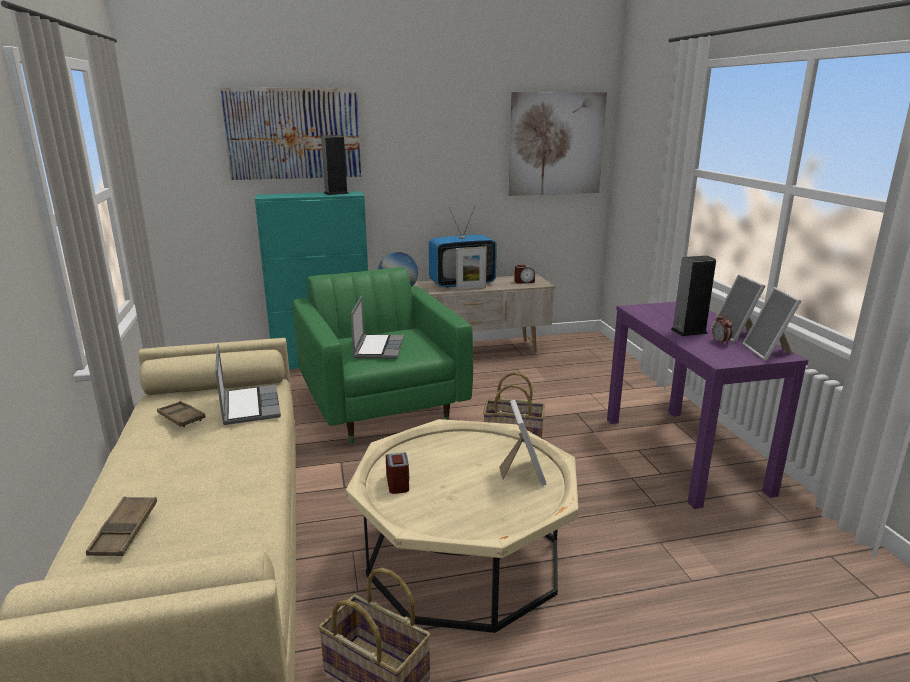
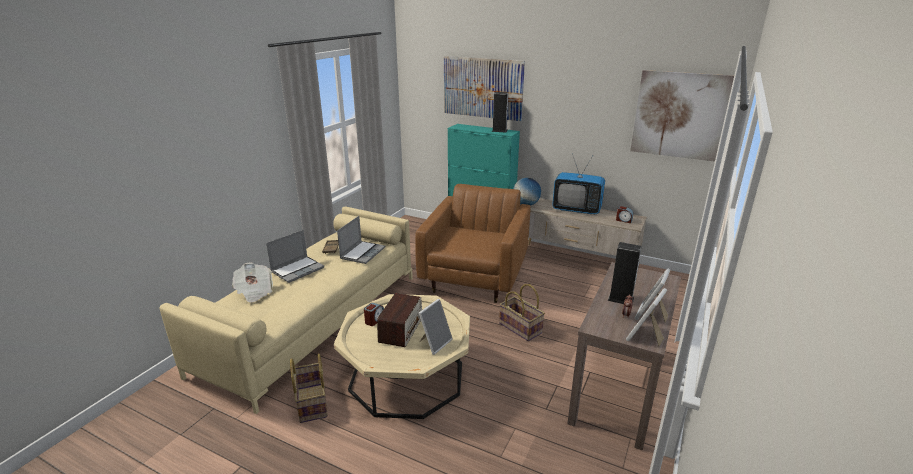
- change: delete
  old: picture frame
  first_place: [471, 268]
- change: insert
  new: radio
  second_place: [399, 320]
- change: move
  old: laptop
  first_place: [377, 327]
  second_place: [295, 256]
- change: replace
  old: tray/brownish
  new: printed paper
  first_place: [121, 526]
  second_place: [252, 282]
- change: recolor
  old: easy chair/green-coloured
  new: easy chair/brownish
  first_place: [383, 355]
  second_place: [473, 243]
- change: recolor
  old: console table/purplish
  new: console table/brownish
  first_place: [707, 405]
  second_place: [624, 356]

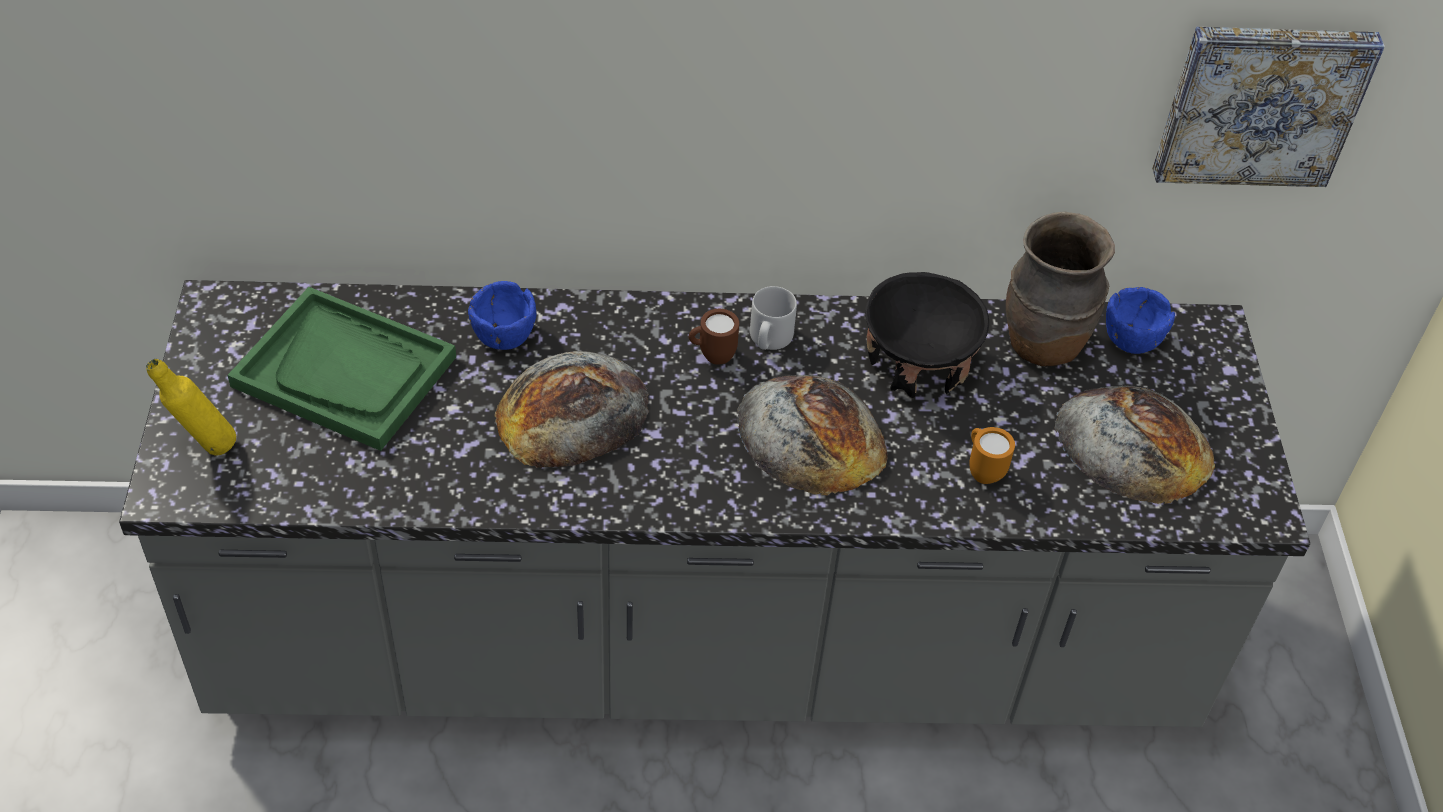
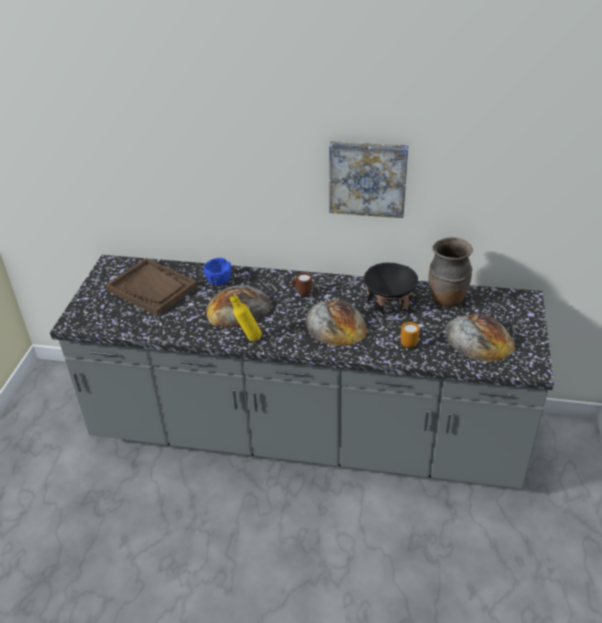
- change: delete
  old: mug/grey
  first_place: [773, 318]
- change: delete
  old: deep dish/blue
  first_place: [1140, 320]
- change: move
  old: bottle/yellow-coloured
  first_place: [191, 407]
  second_place: [246, 317]
- change: move
  old: picture
  first_place: [1268, 107]
  second_place: [369, 179]
- change: recolor
  old: tray/green-coloured
  new: tray/brownish
  first_place: [341, 369]
  second_place: [152, 287]

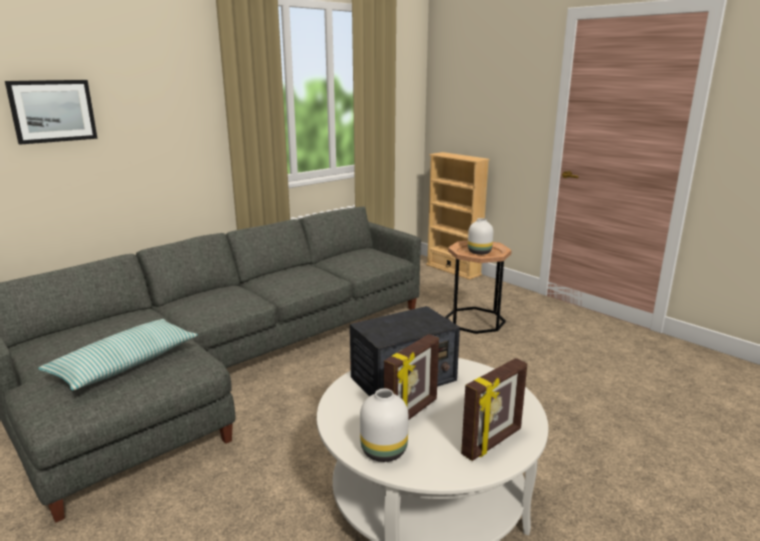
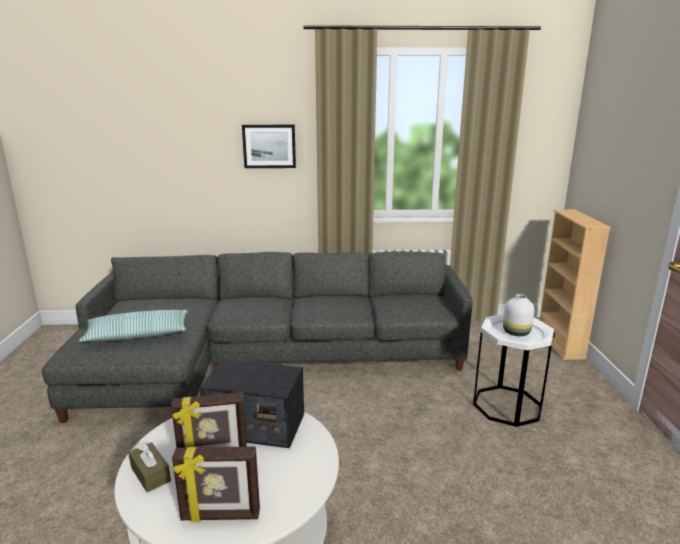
- change: move
  old: picture
  first_place: [51, 112]
  second_place: [269, 146]
- change: replace
  old: decorative vase/white-coloured
  new: tissue box/brownish
  first_place: [384, 425]
  second_place: [150, 467]
- change: recolor
  old: accent table/brownish
  new: accent table/white-coloured
  first_place: [478, 287]
  second_place: [513, 370]

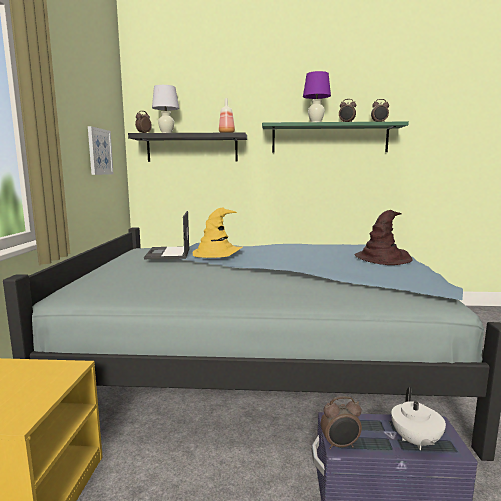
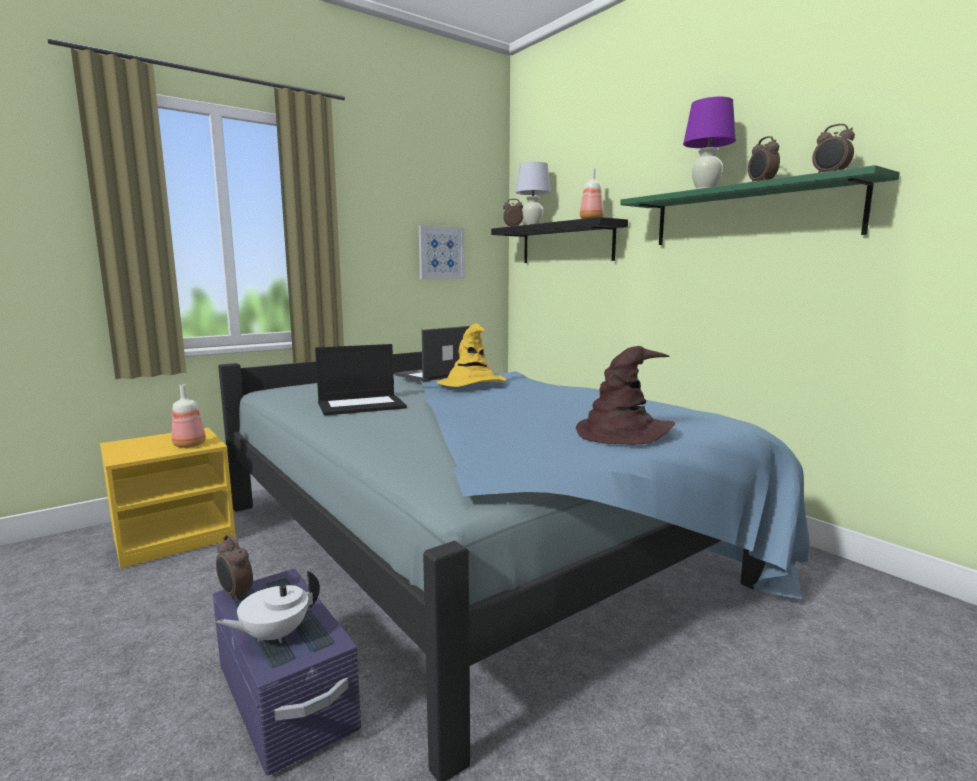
- change: insert
  new: bottle
  second_place: [189, 416]
- change: insert
  new: laptop
  second_place: [361, 380]

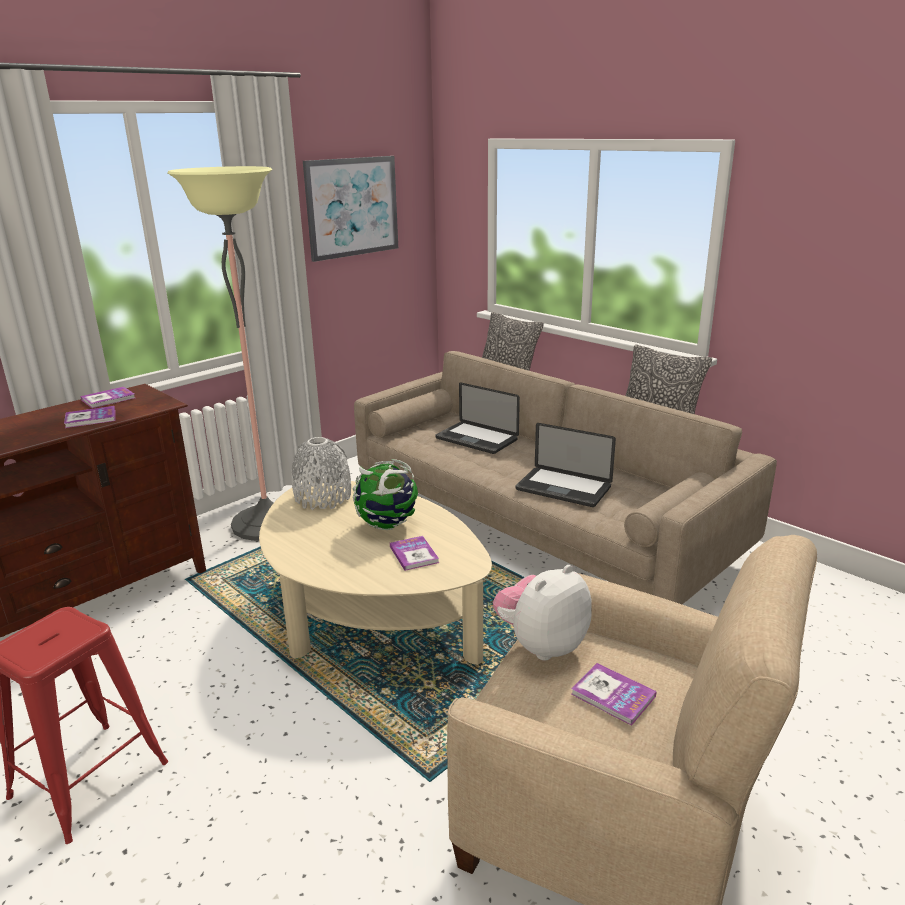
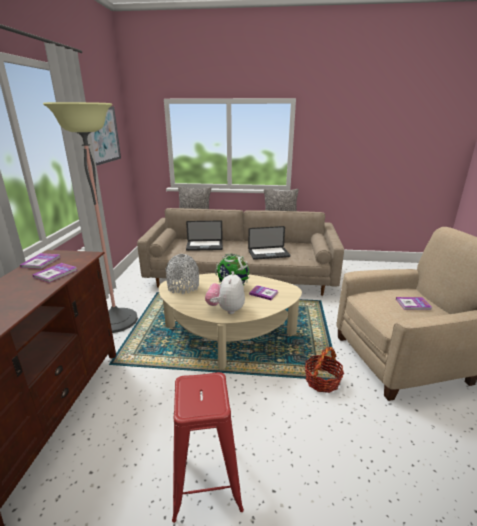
- change: insert
  new: basket
  second_place: [324, 370]
- change: move
  old: plush toy
  first_place: [542, 612]
  second_place: [225, 293]

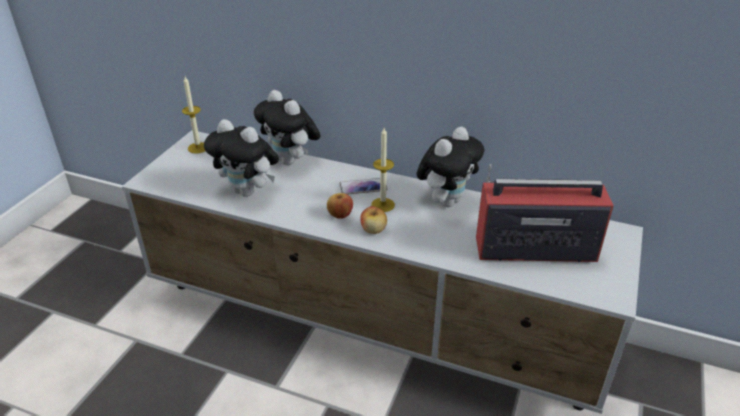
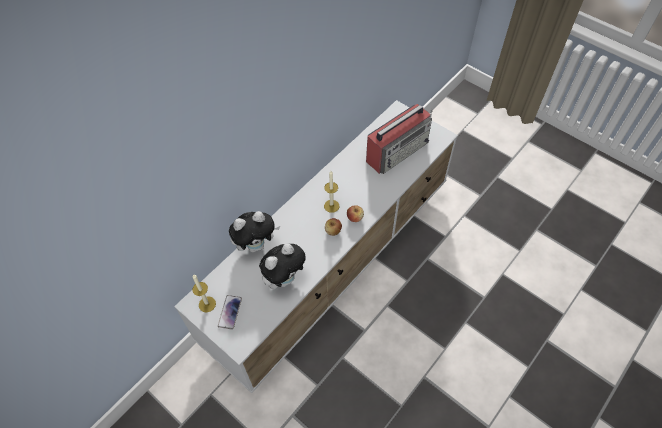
- change: delete
  old: plush toy
  first_place: [450, 167]
- change: move
  old: telephone
  first_place: [363, 186]
  second_place: [230, 312]
- change: rotate
  old: radio
  first_place: [545, 213]
  second_place: [399, 139]
  degrees: -150

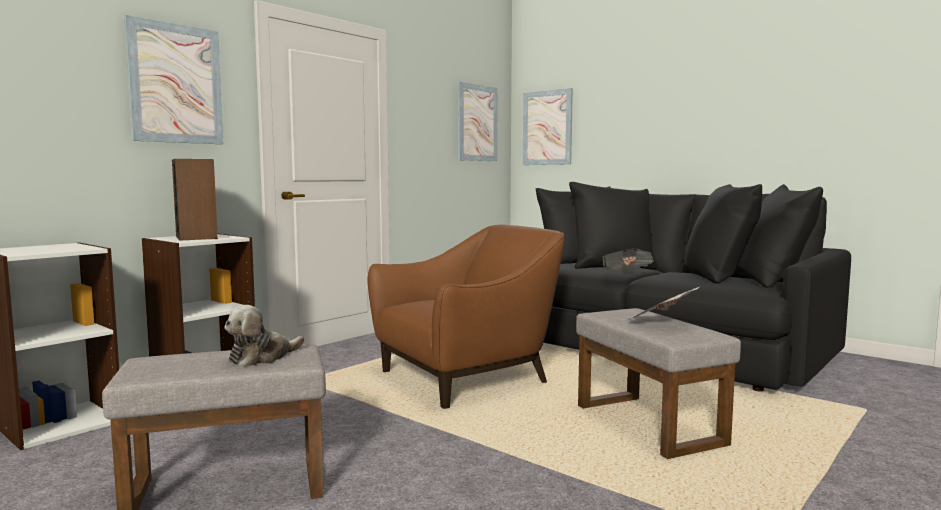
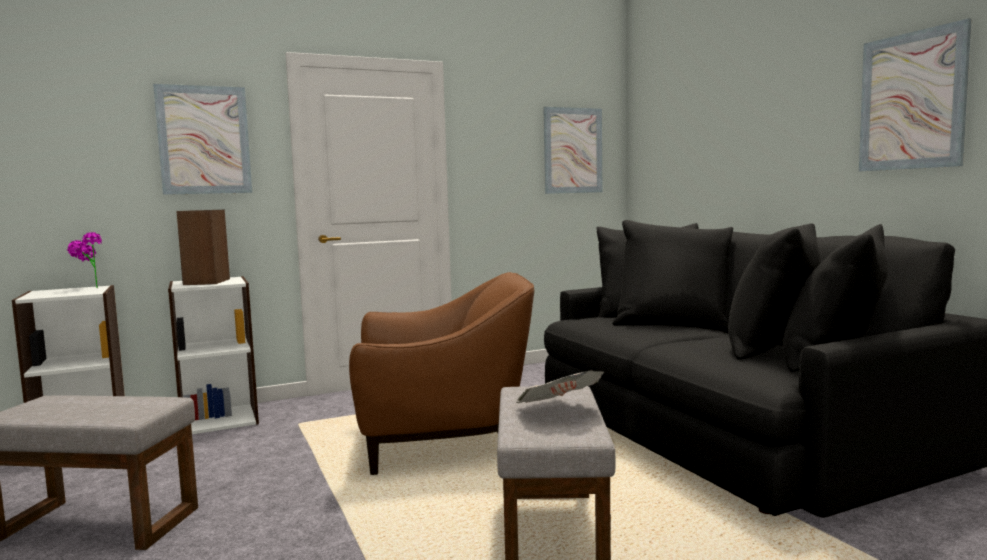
- change: delete
  old: plush toy
  first_place: [264, 336]
- change: delete
  old: printed paper
  first_place: [628, 260]
- change: insert
  new: plant in a pot
  second_place: [84, 260]
- change: move
  old: picture
  first_place: [548, 126]
  second_place: [915, 94]

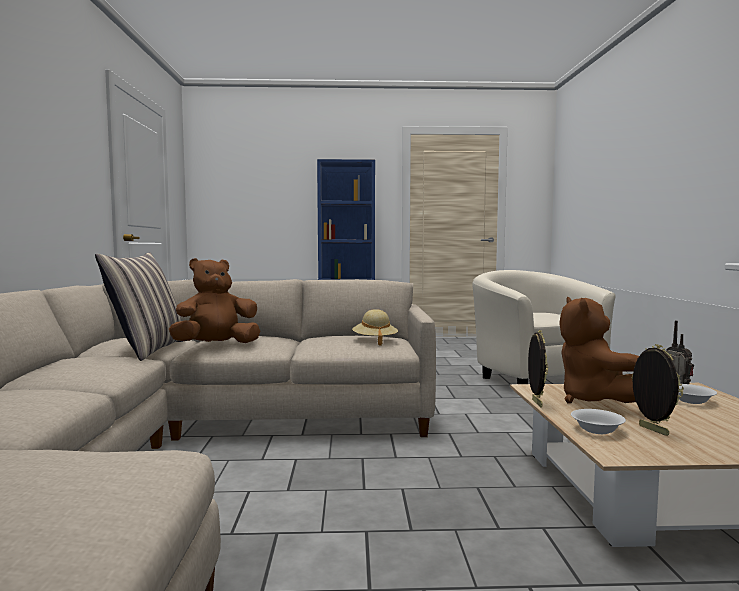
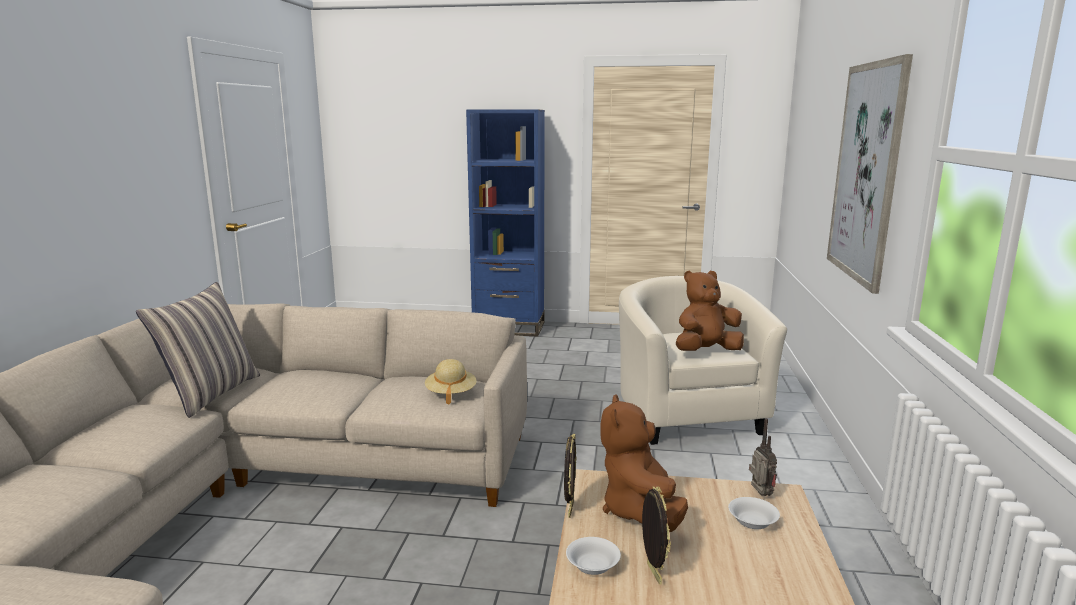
- change: insert
  new: picture
  second_place: [870, 174]
- change: move
  old: plush toy/brownish
  first_place: [214, 300]
  second_place: [710, 311]

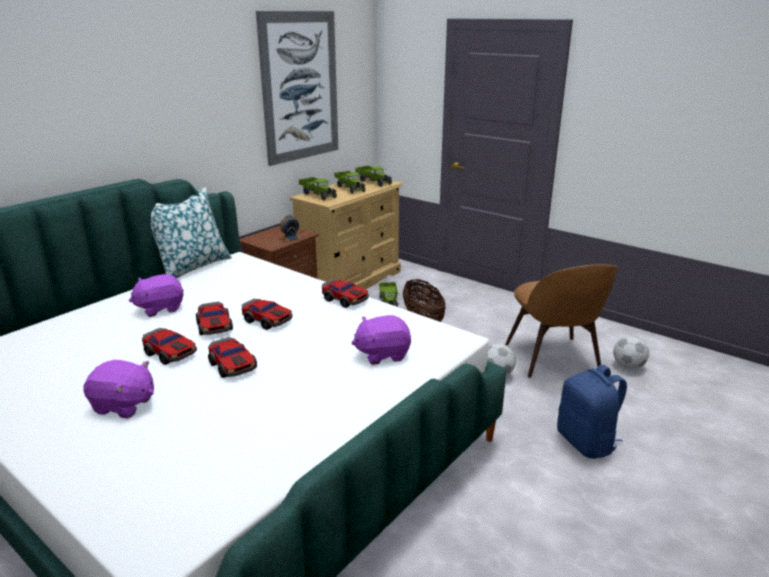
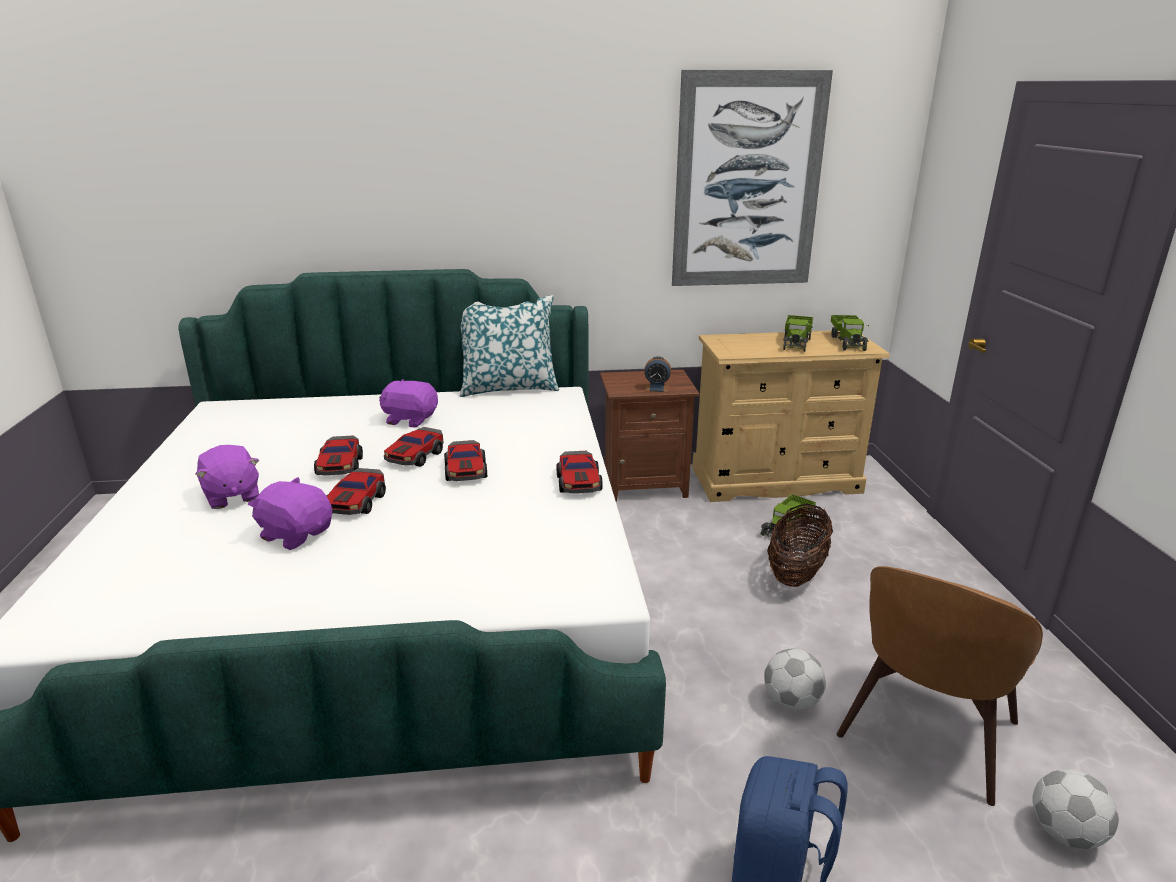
- change: delete
  old: model truck
  first_place: [318, 189]
- change: move
  old: plush toy/purplish
  first_place: [381, 340]
  second_place: [290, 513]

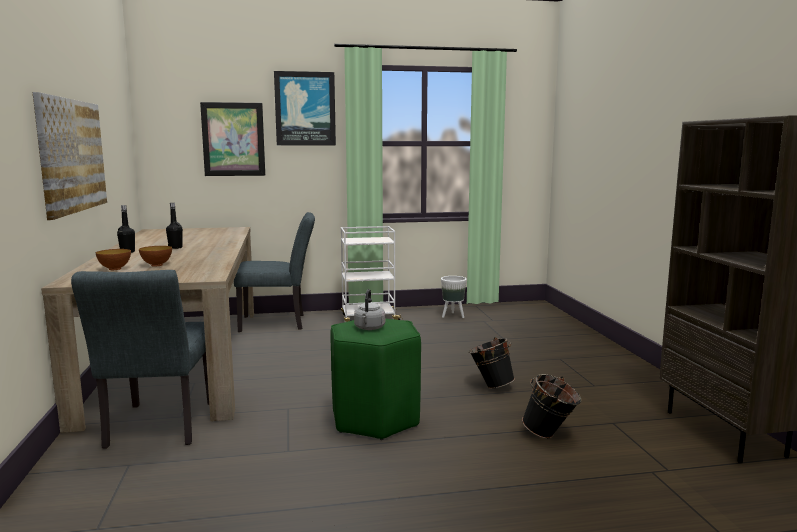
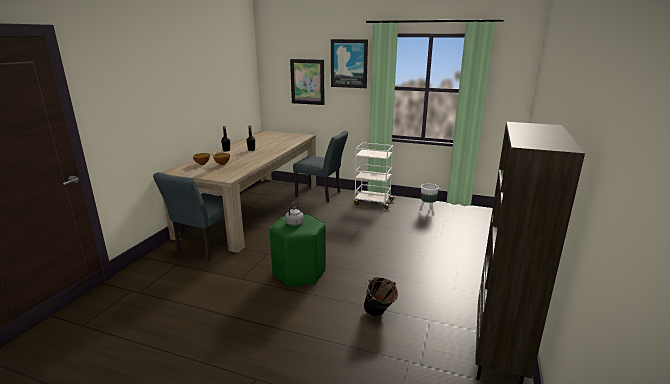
- change: delete
  old: picture
  first_place: [70, 156]
- change: delete
  old: pail/black
  first_place: [492, 363]

